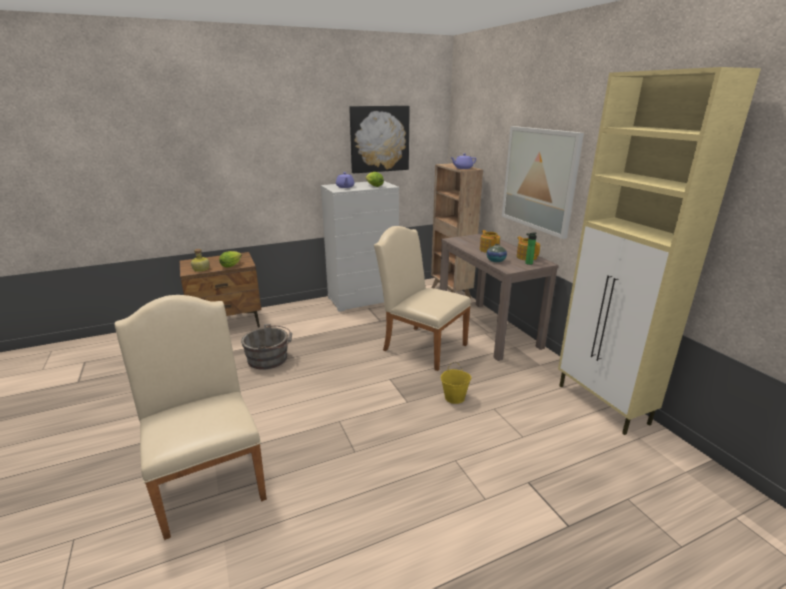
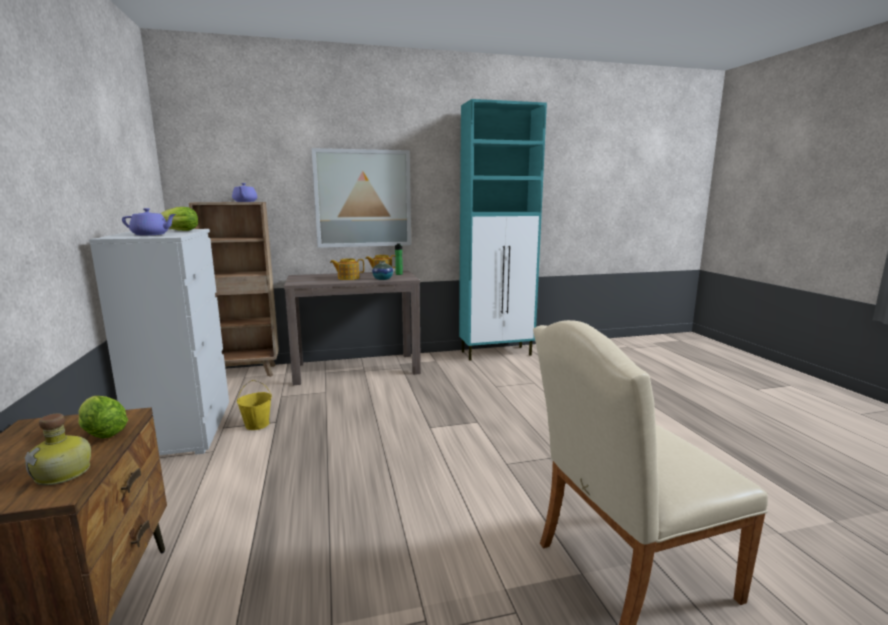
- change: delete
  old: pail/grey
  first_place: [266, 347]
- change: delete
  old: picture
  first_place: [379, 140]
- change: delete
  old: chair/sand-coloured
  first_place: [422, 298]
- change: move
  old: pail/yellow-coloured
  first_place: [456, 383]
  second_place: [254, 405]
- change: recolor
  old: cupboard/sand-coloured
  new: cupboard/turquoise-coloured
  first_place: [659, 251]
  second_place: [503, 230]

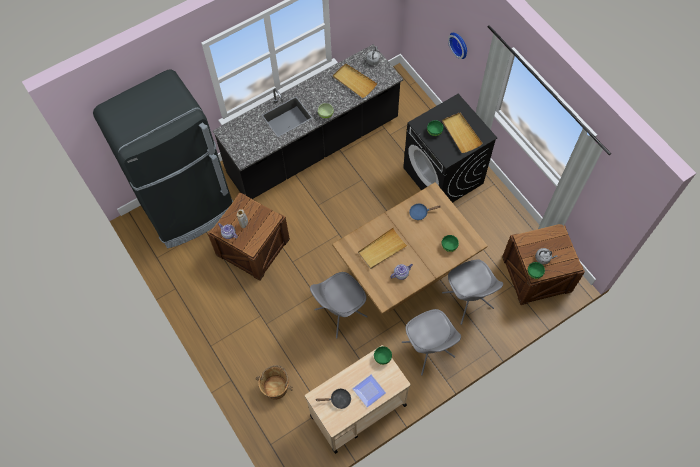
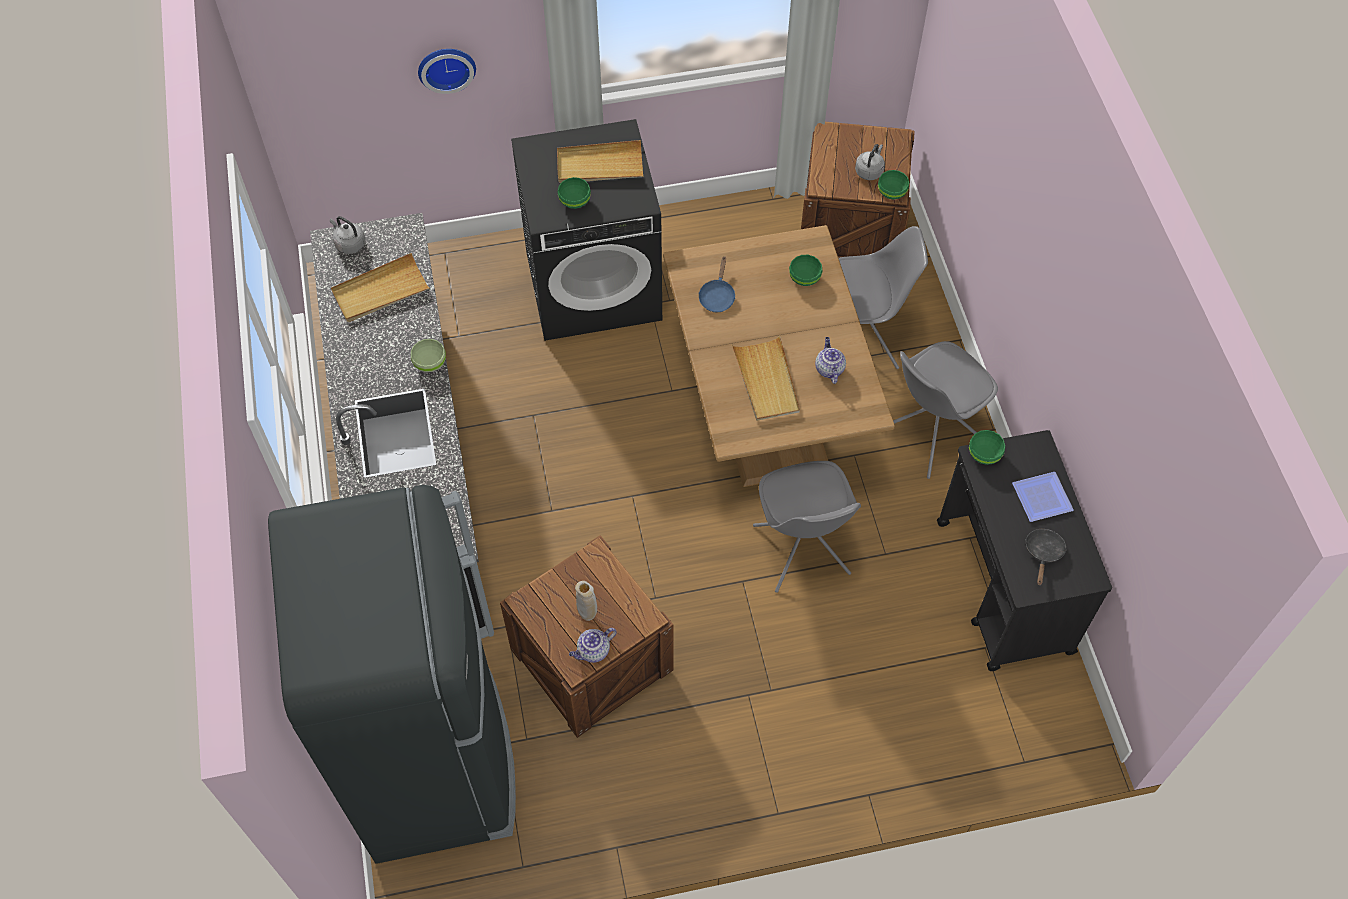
- change: delete
  old: pail/brownish
  first_place: [274, 382]
- change: recolor
  old: wheeled cart/sand-coloured
  new: wheeled cart/black
  first_place: [358, 399]
  second_place: [1024, 550]
- change: rotate
  old: chair/grey
  first_place: [431, 342]
  second_place: [945, 410]
  degrees: 150

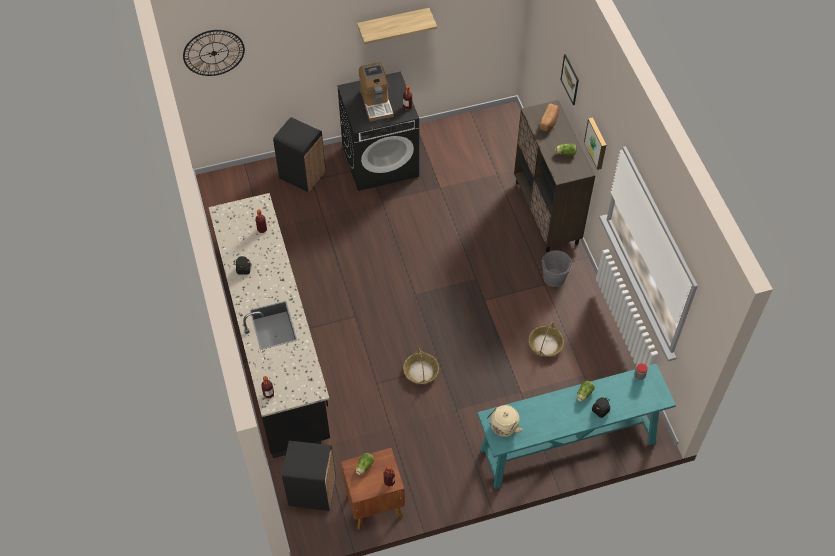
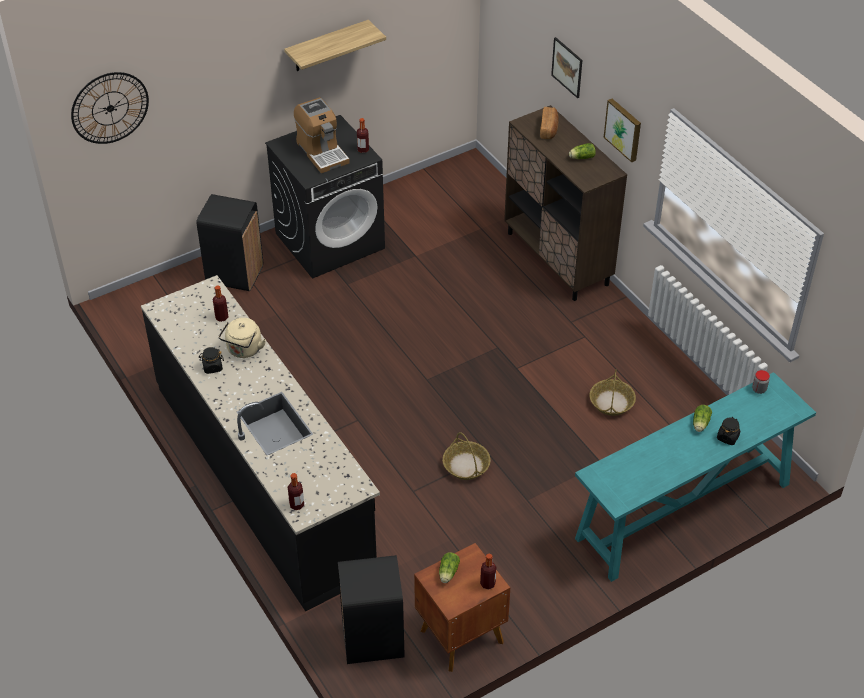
- change: delete
  old: pail/grey
  first_place: [557, 268]
- change: move
  old: kettle/sand-coloured
  first_place: [504, 421]
  second_place: [242, 338]

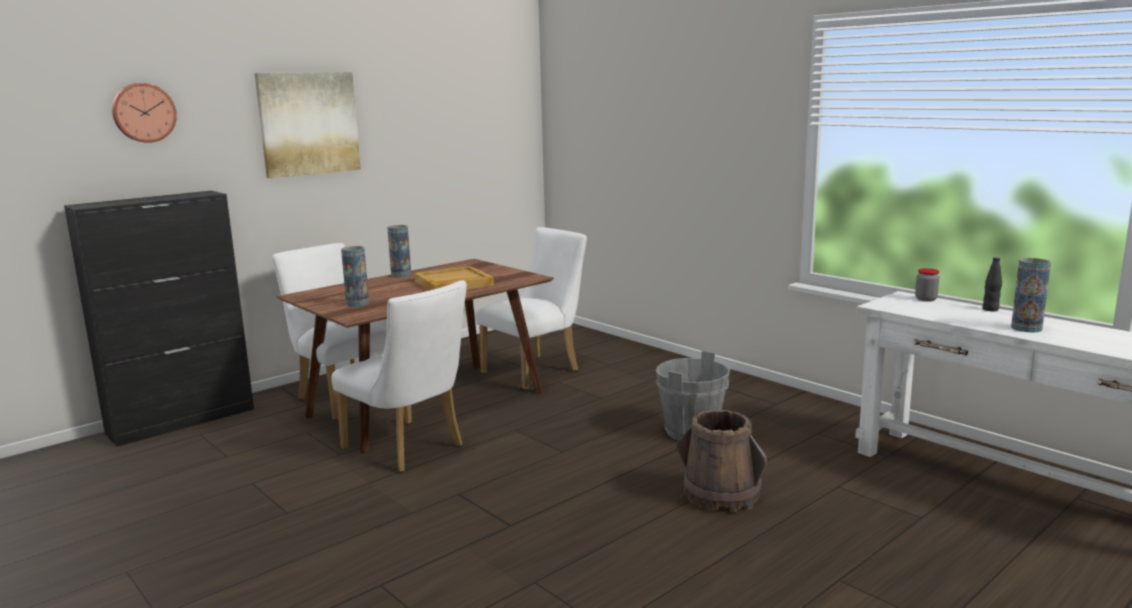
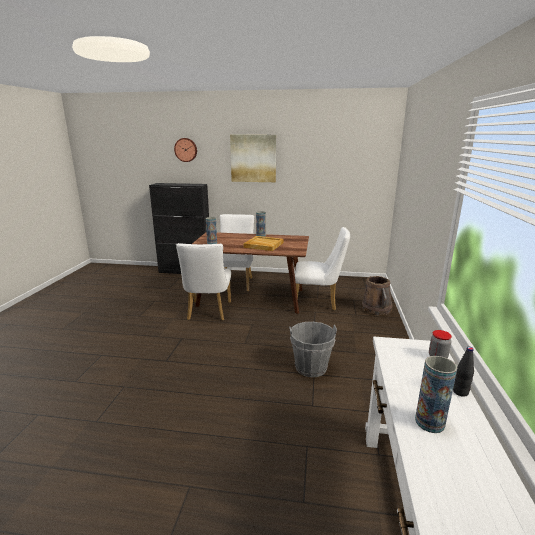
- change: move
  old: pail/brownish
  first_place: [721, 461]
  second_place: [377, 296]

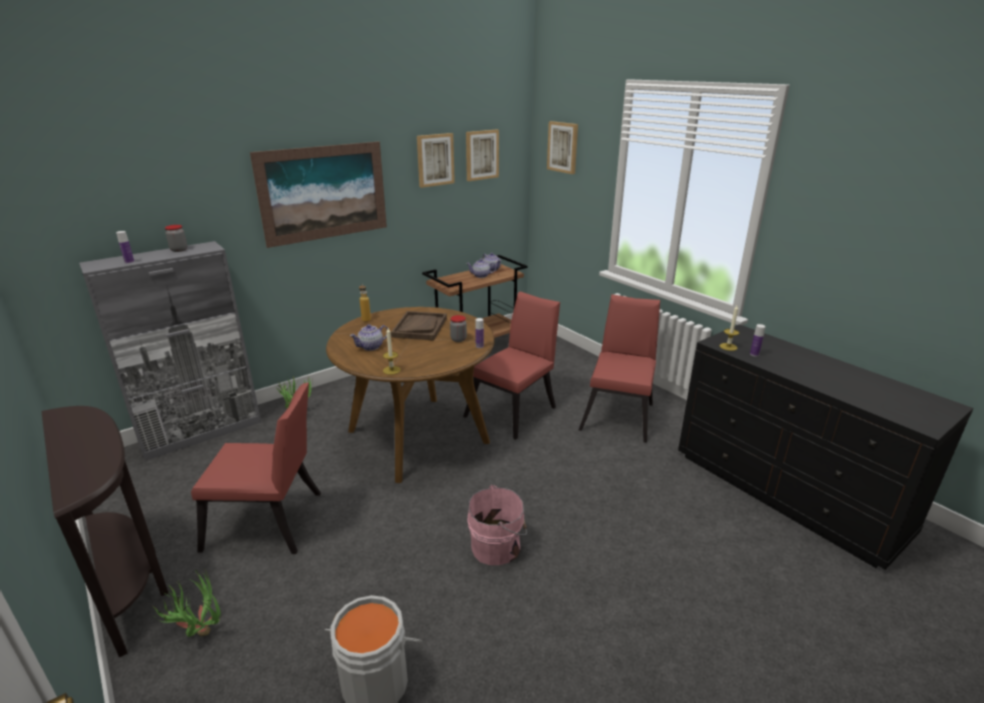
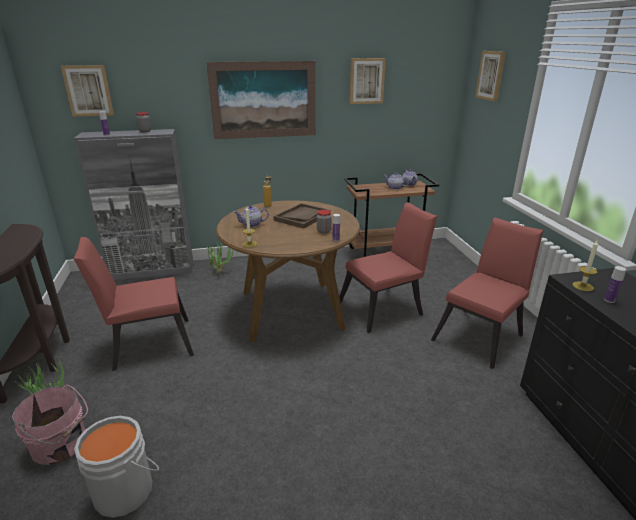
- change: move
  old: picture
  first_place: [482, 155]
  second_place: [87, 91]
- change: move
  old: pail/pink-coloured
  first_place: [497, 525]
  second_place: [50, 425]
- change: rotate
  old: chair/reddish
  first_place: [256, 468]
  second_place: [134, 304]
  degrees: 135

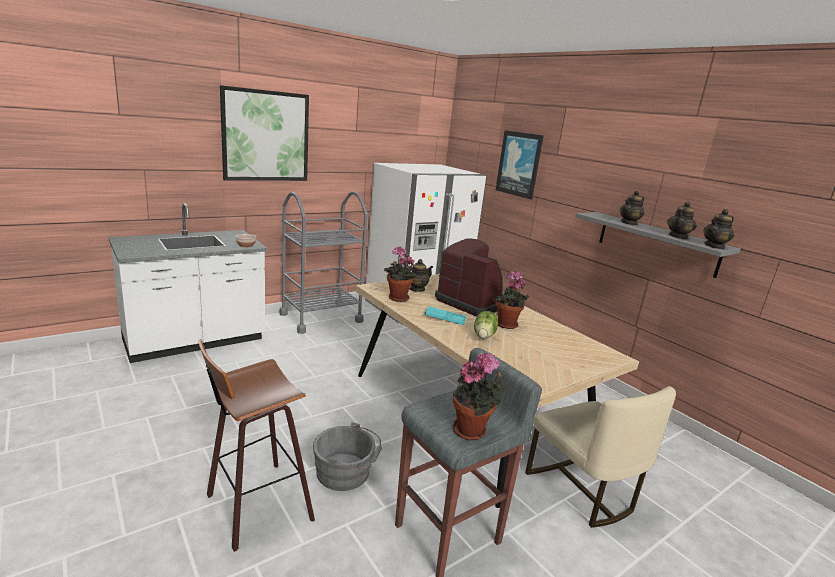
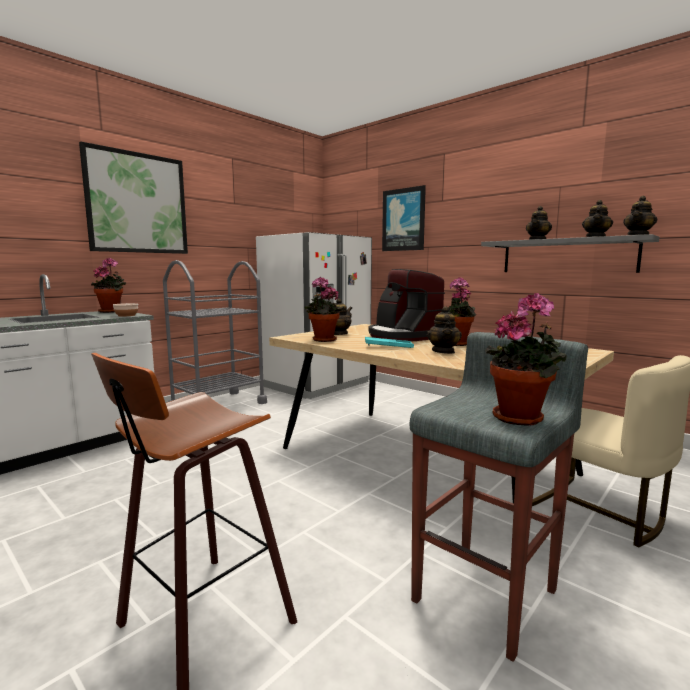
- change: delete
  old: pail/grey
  first_place: [347, 456]
- change: insert
  new: plant in a pot
  second_place: [108, 285]
- change: replace
  old: head of lettuce
  new: pot for tea
  first_place: [486, 325]
  second_place: [444, 330]
- change: rotate
  old: coffee maker
  first_place: [469, 277]
  second_place: [407, 305]
  degrees: -150

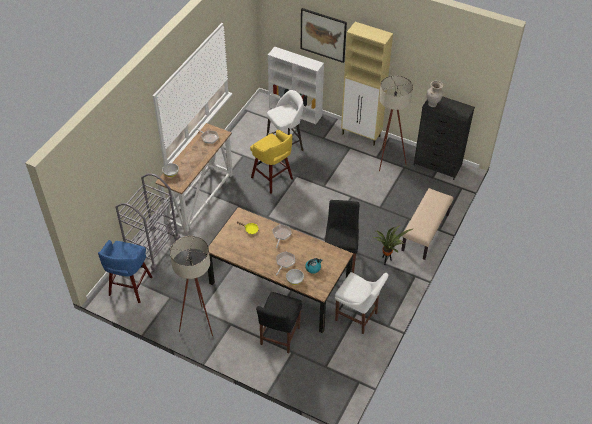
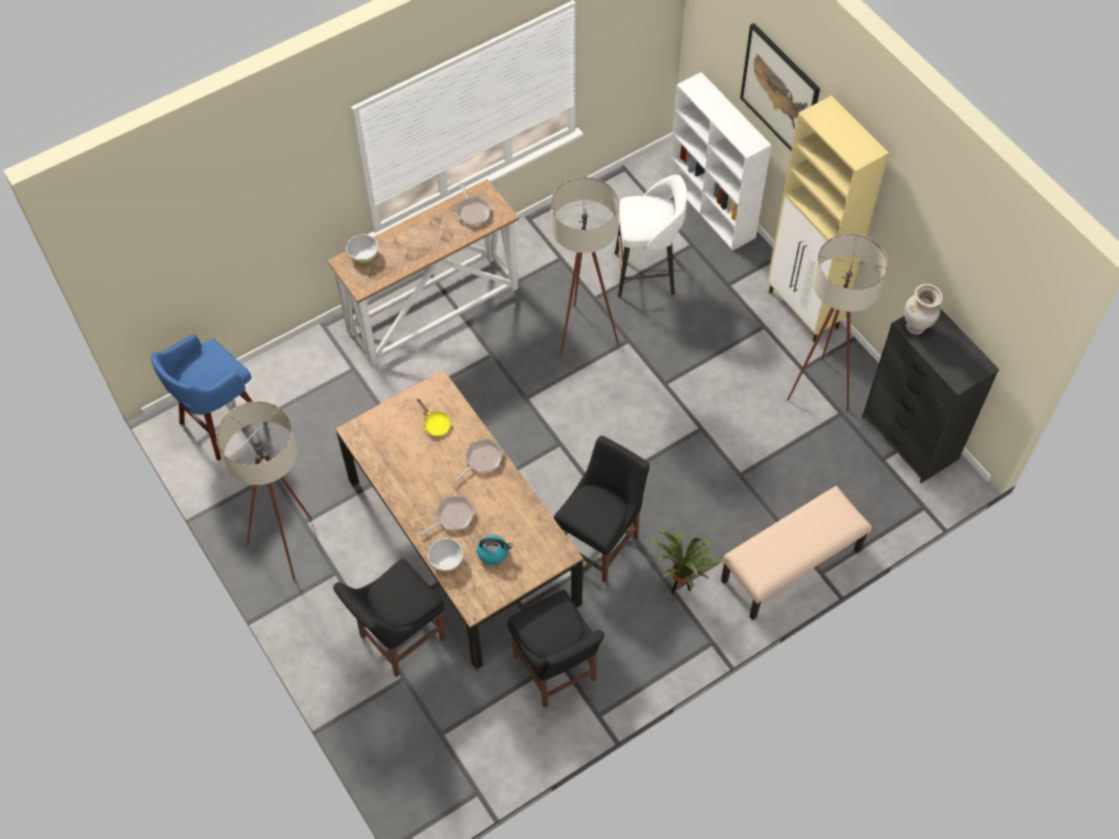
- change: delete
  old: wheeled cart/grey
  first_place: [147, 222]
- change: replace
  old: sitting stool/yellow-coloured
  new: standard lamp/sand-coloured
  first_place: [271, 162]
  second_place: [585, 266]
- change: recolor
  old: chair/white-coloured
  new: chair/black
  first_place: [361, 303]
  second_place: [555, 649]

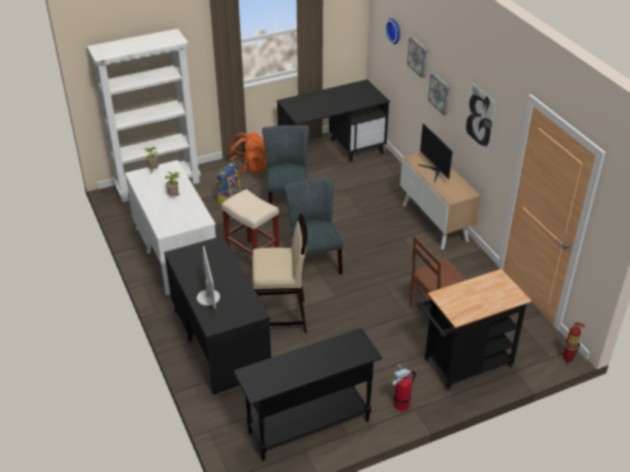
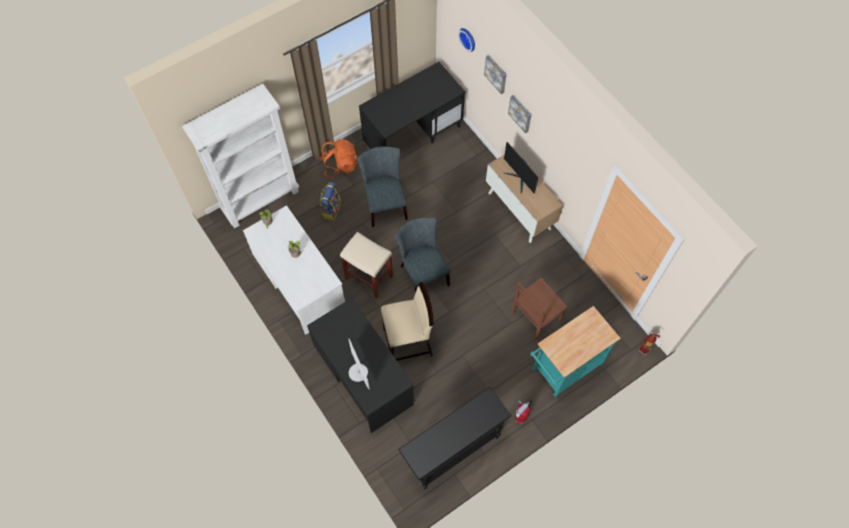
- change: delete
  old: picture
  first_place: [480, 117]
- change: recolor
  old: wheeled cart/black
  new: wheeled cart/turquoise-coloured
  first_place: [474, 329]
  second_place: [575, 351]

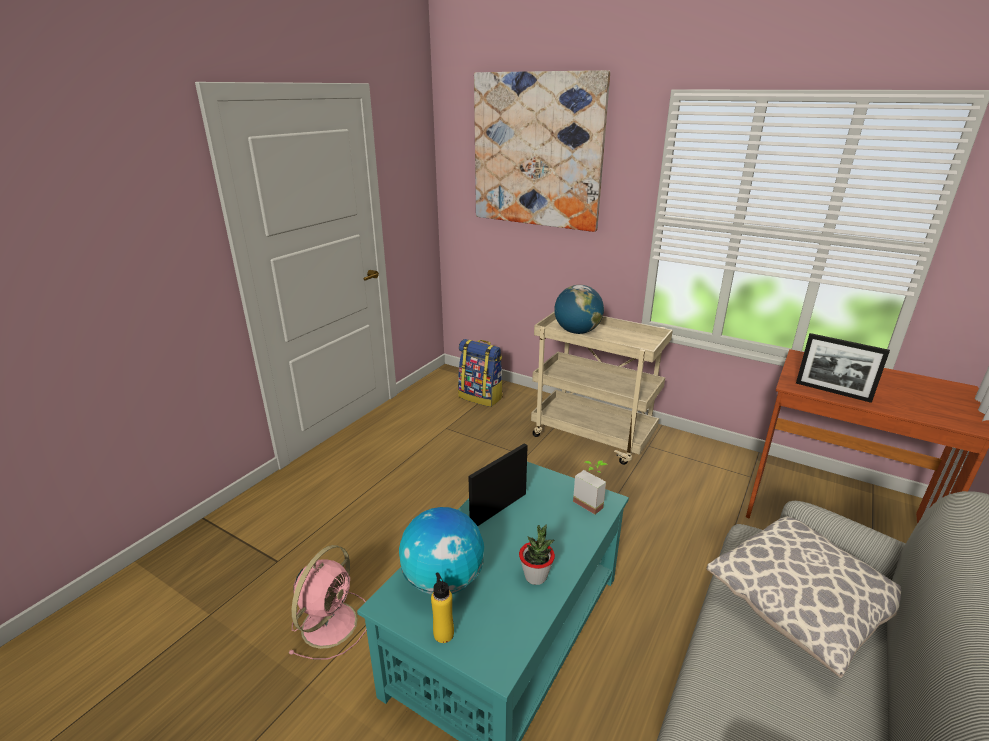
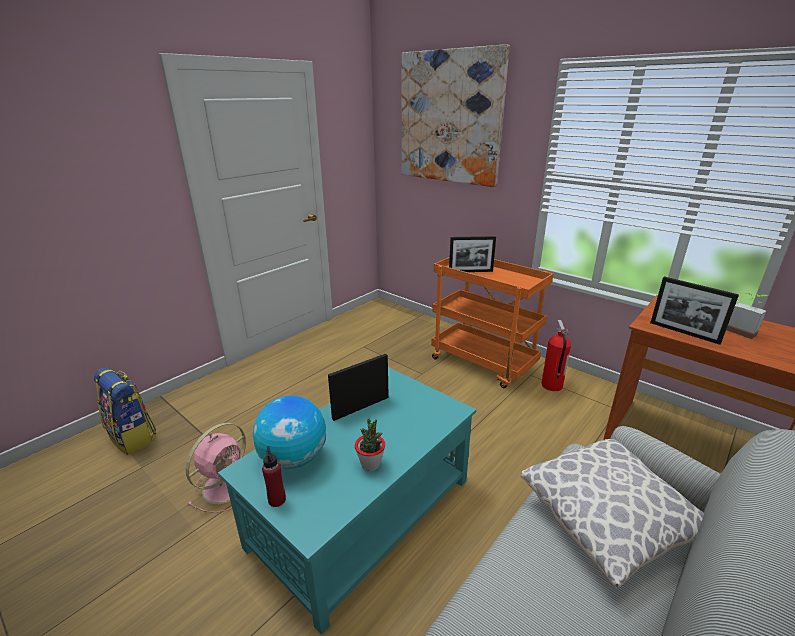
- change: insert
  new: extinguisher
  second_place: [556, 355]
- change: move
  old: backpack
  first_place: [480, 373]
  second_place: [125, 411]
- change: move
  old: plant in a pot
  first_place: [590, 487]
  second_place: [747, 316]
- change: replace
  old: desk globe
  new: picture frame
  first_place: [579, 309]
  second_place: [472, 254]
- change: recolor
  old: bottle/yellow-coloured
  new: bottle/reddish
  first_place: [442, 607]
  second_place: [274, 476]
- change: recolor
  old: wheeled cart/sand-coloured
  new: wheeled cart/orangey
  first_place: [602, 388]
  second_place: [492, 322]

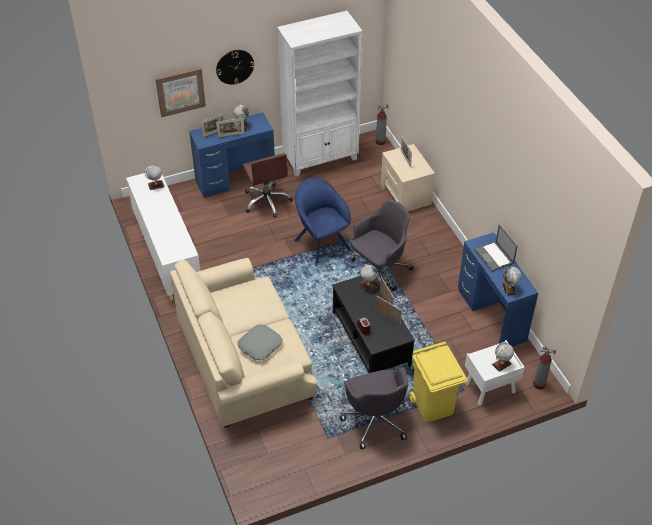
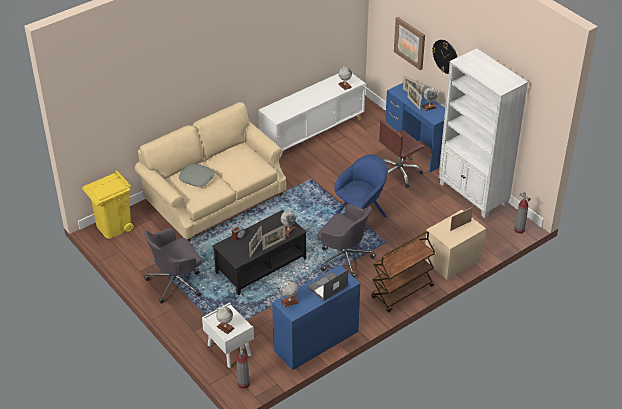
- change: insert
  new: wheeled cart/brownish
  second_place: [403, 271]
- change: move
  old: waste bin/yellow-coloured
  first_place: [438, 382]
  second_place: [108, 205]

